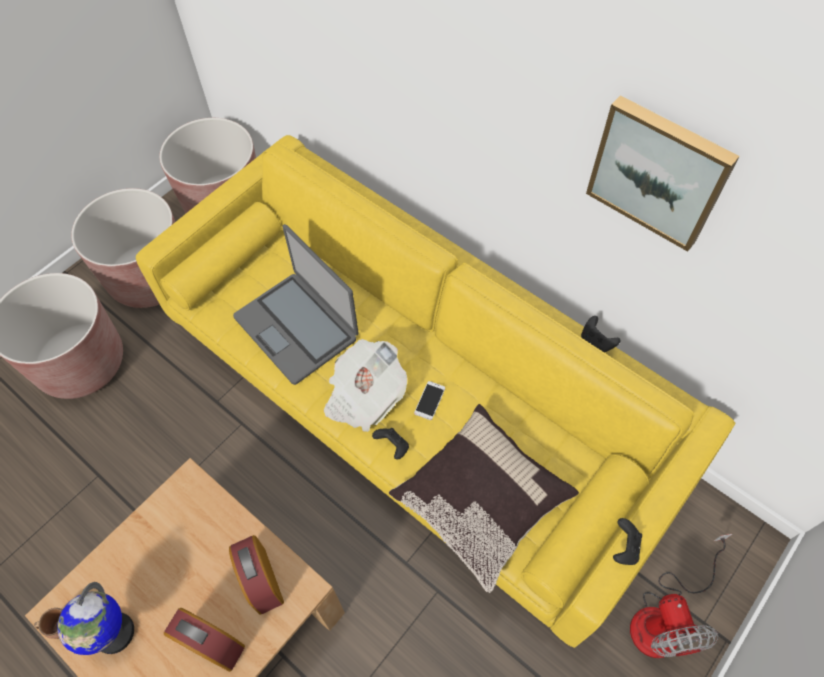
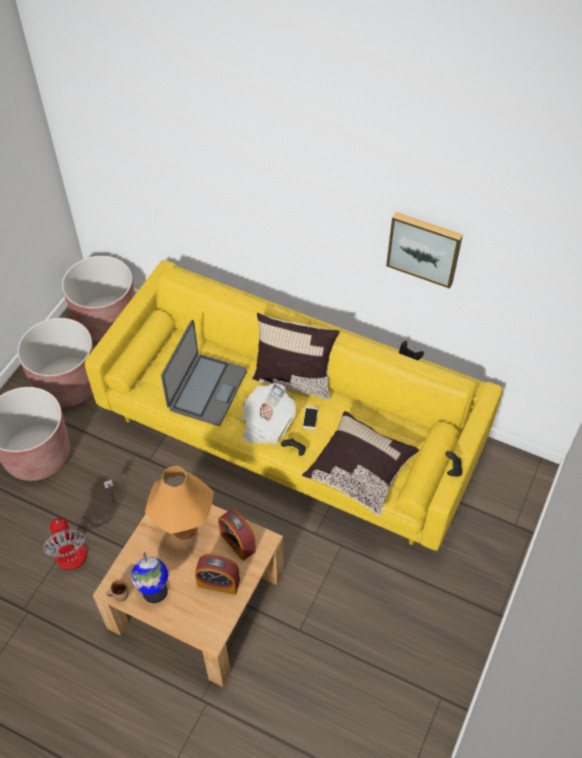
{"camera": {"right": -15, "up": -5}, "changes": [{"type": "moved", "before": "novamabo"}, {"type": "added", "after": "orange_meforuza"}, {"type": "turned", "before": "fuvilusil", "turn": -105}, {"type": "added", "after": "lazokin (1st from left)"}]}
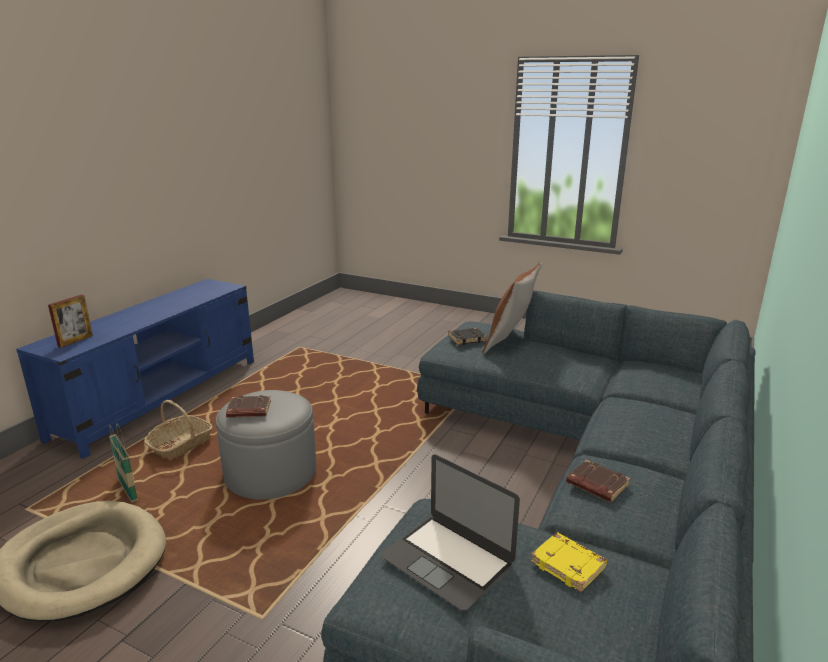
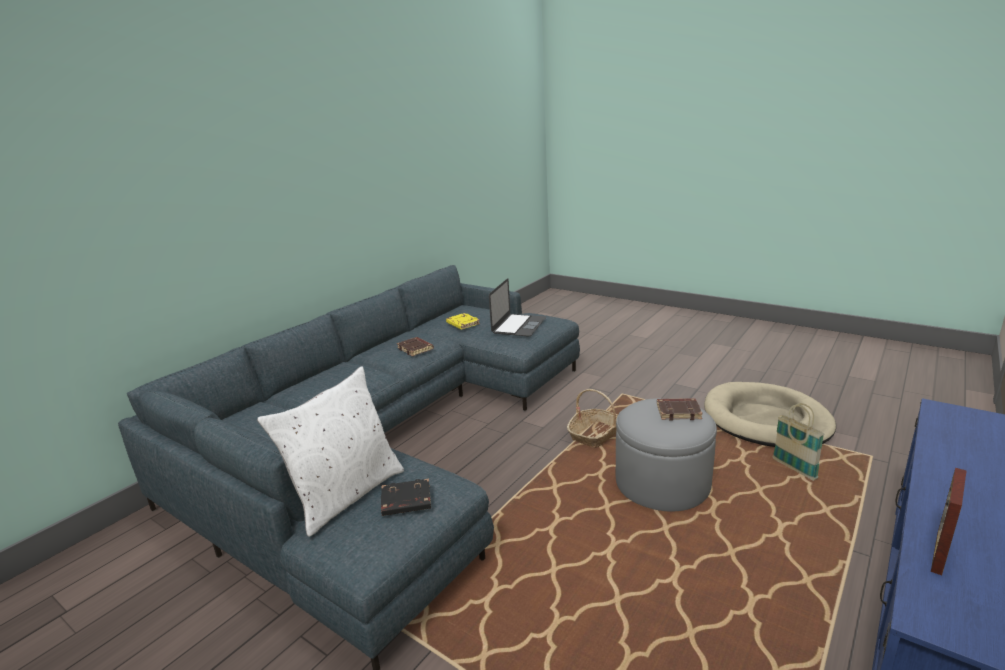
{"camera": {"right": -170, "up": 0}, "changes": [{"type": "recoloured", "before": "brown_lazokin", "after": "white_lazokin"}, {"type": "turned", "before": "fuvilusil", "turn": 60}, {"type": "moved", "before": "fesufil (2nd from left in the first image)", "after": "fesufil (1st from left)"}, {"type": "moved", "before": "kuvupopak"}]}
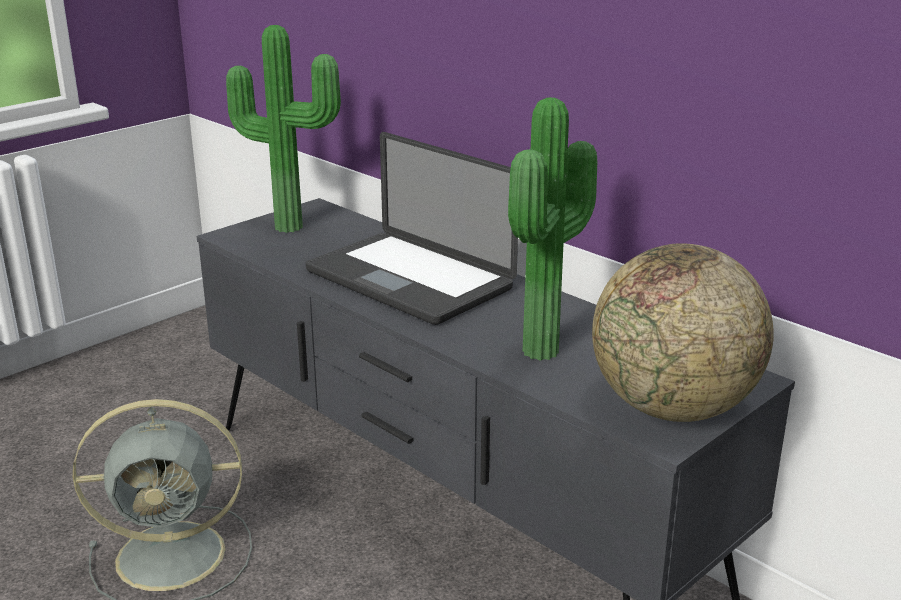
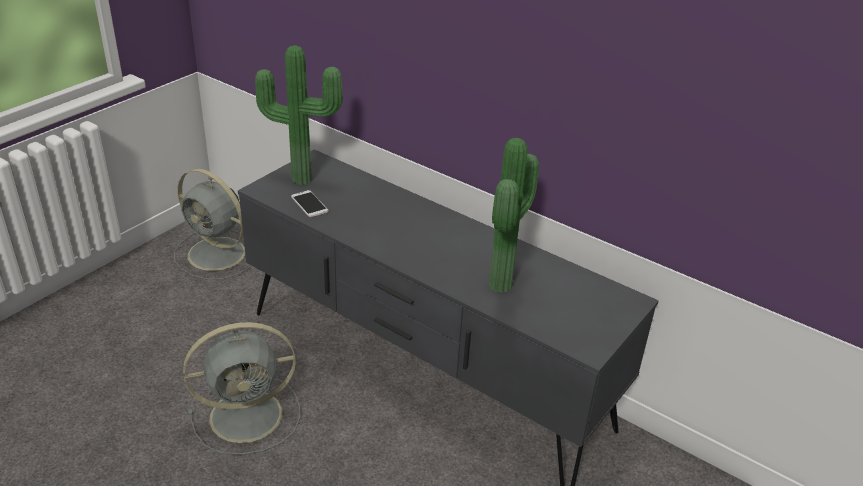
{"camera": {"right": -10, "up": 10}, "changes": [{"type": "added", "after": "grey_novamabo (1st from left)"}, {"type": "added", "after": "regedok"}, {"type": "removed", "before": "fuvilusil"}, {"type": "removed", "before": "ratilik"}]}
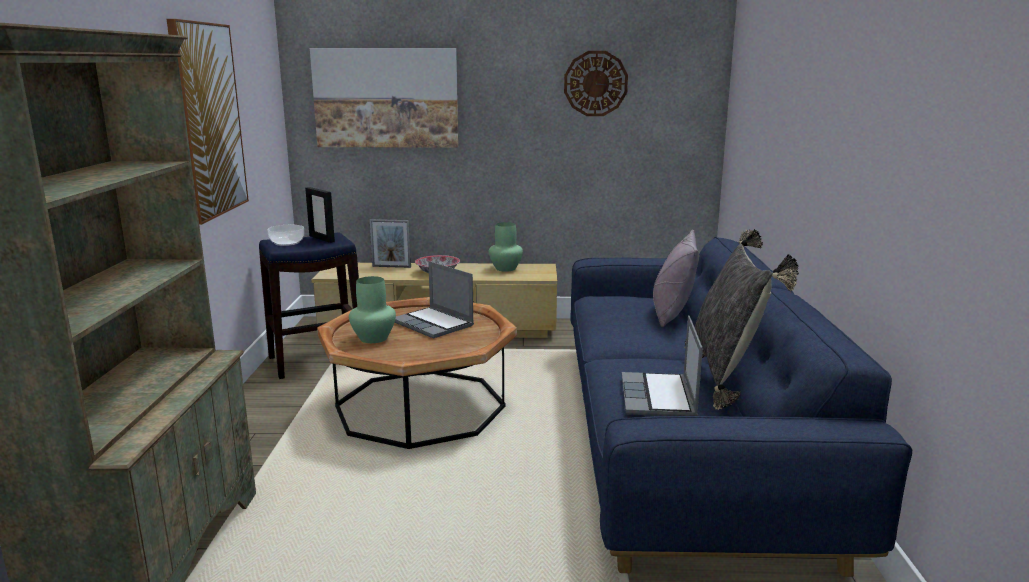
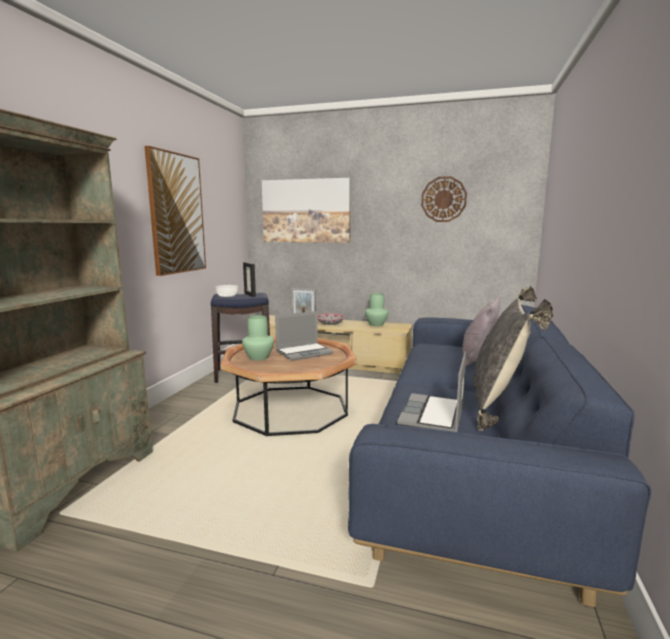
{"camera": {"right": 15, "up": -5}, "changes": [{"type": "turned", "before": "fuvilusil (1st from left)", "turn": -90}]}
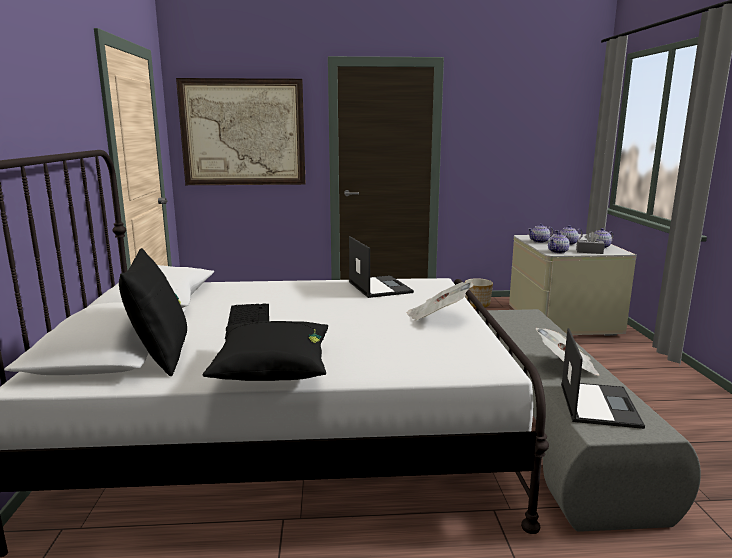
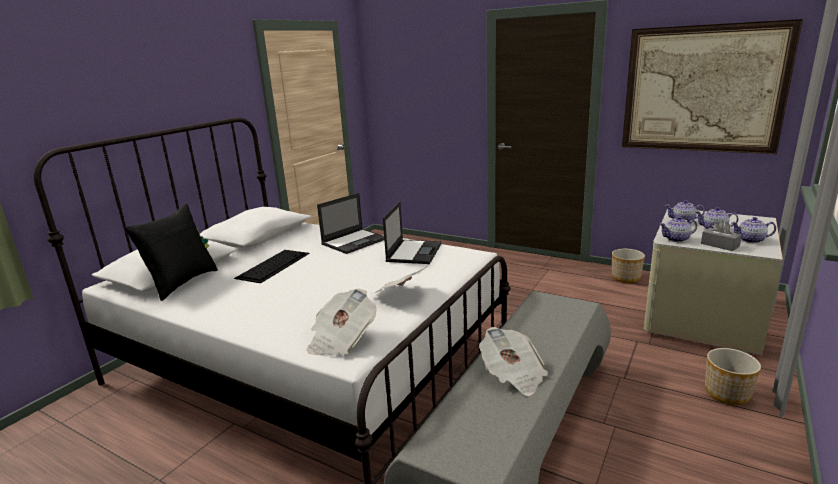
{"camera": {"right": 35, "up": 5}, "changes": [{"type": "added", "after": "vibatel (1st from left)"}, {"type": "moved", "before": "fuvilusil (2nd from left in the first image)", "after": "fuvilusil (1st from left)"}, {"type": "moved", "before": "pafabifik"}, {"type": "added", "after": "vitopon (2nd from left)"}, {"type": "removed", "before": "black_lazokin (2nd from left)"}]}
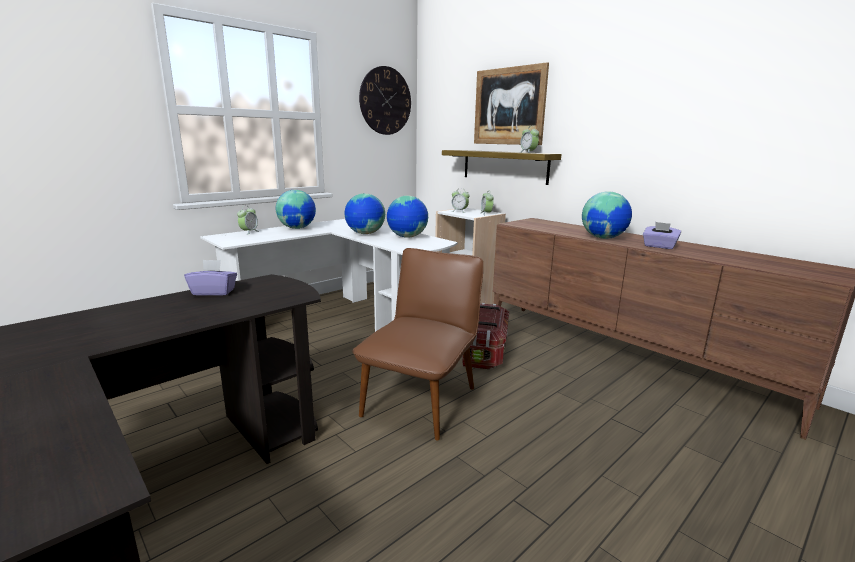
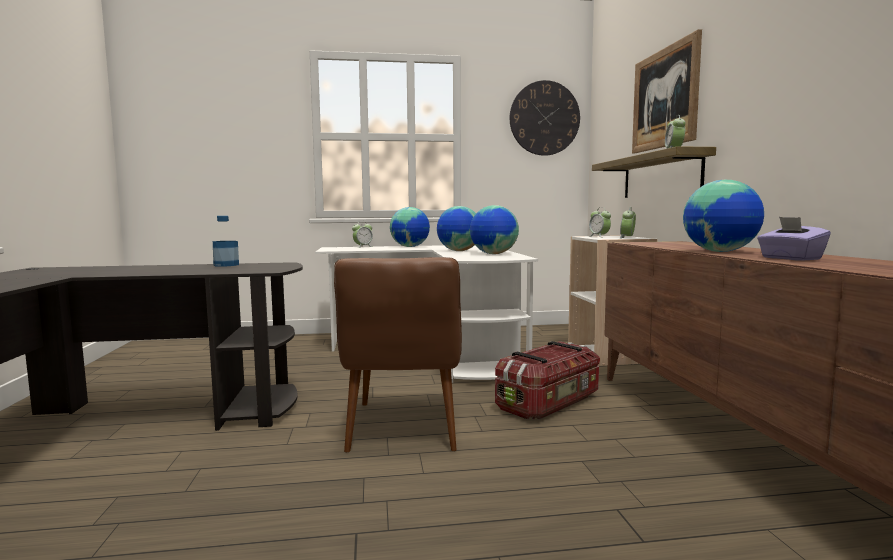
{"camera": {"right": 35, "up": -10}, "changes": [{"type": "replaced", "before": "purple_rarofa (1st from left)", "after": "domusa"}, {"type": "turned", "before": "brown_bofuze", "turn": 120}]}
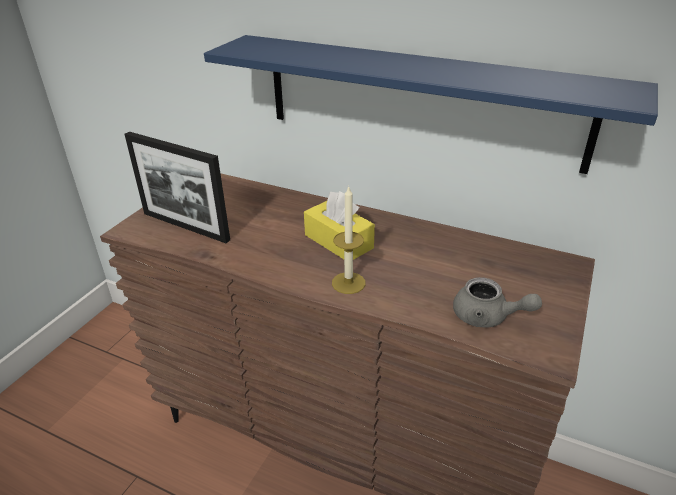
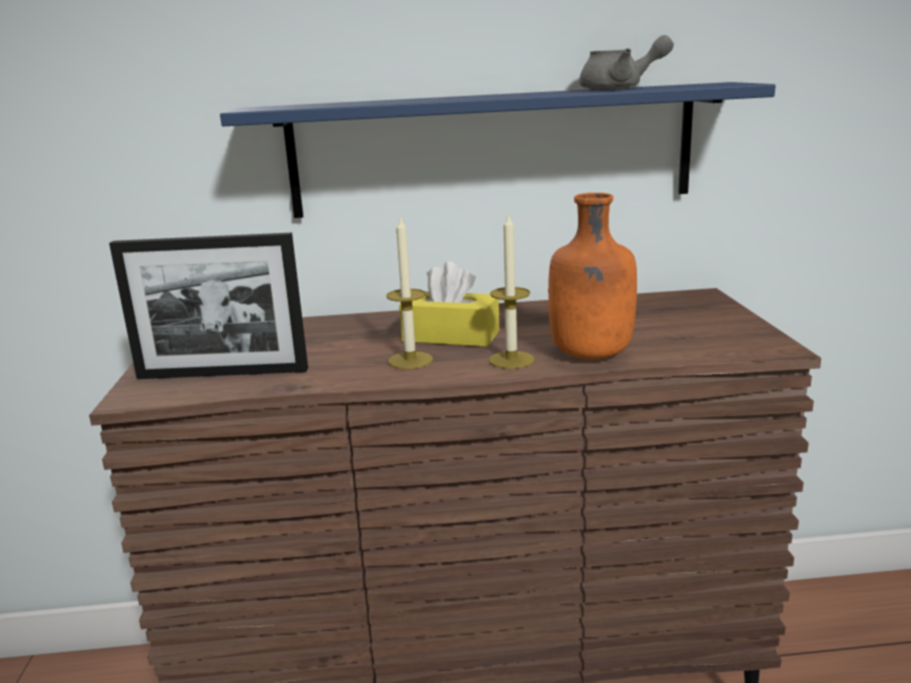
{"camera": {"right": -30, "up": -15}, "changes": [{"type": "added", "after": "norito (1st from left)"}, {"type": "added", "after": "orange_domusa"}, {"type": "moved", "before": "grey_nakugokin"}]}
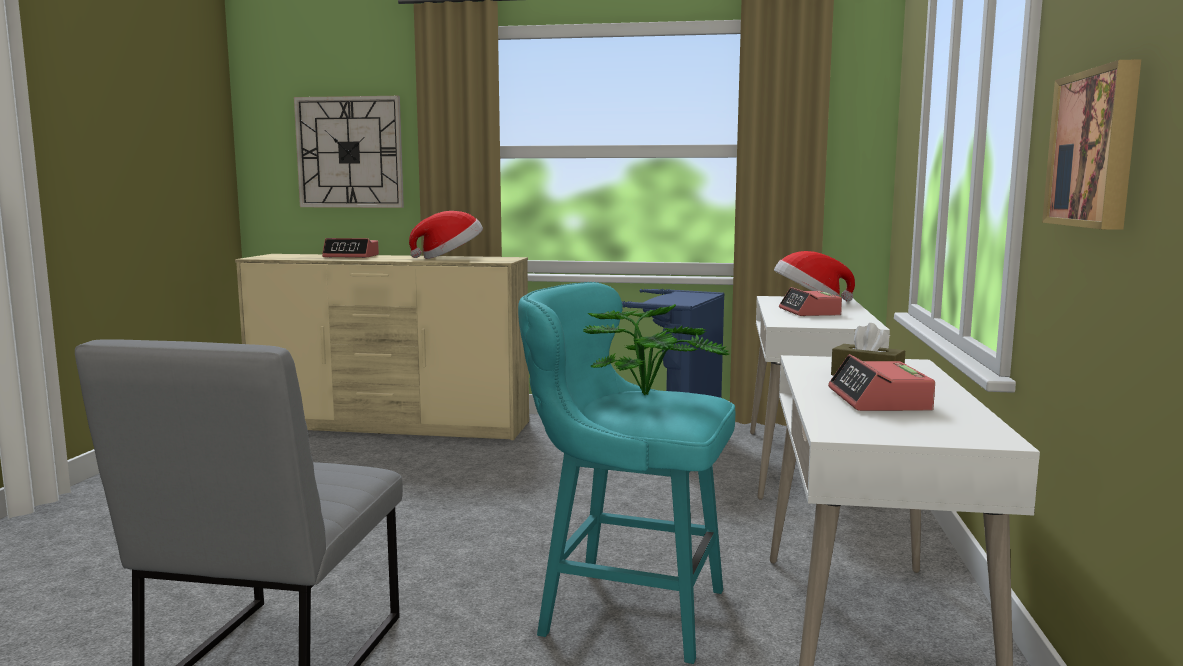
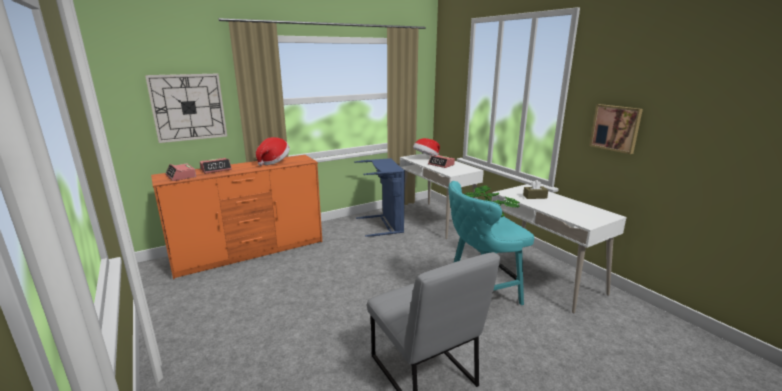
{"camera": {"right": -40, "up": 10}, "changes": [{"type": "recoloured", "before": "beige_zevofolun", "after": "orange_zevofolun"}, {"type": "moved", "before": "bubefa (3rd from left in the first image)", "after": "bubefa (1st from left)"}]}
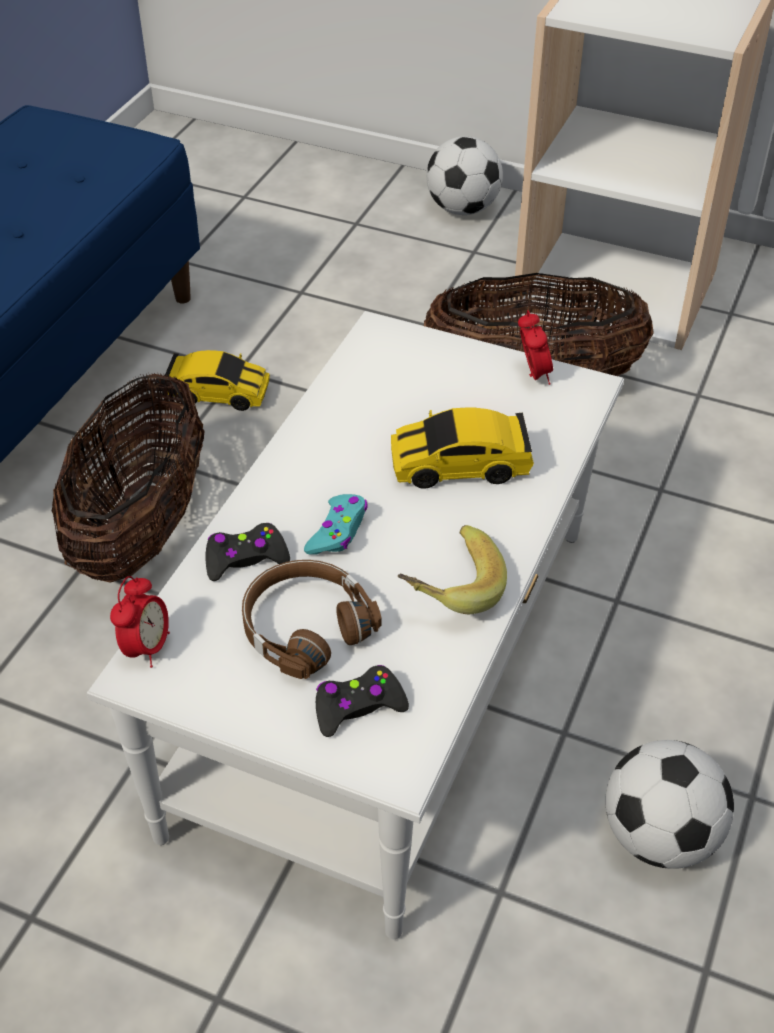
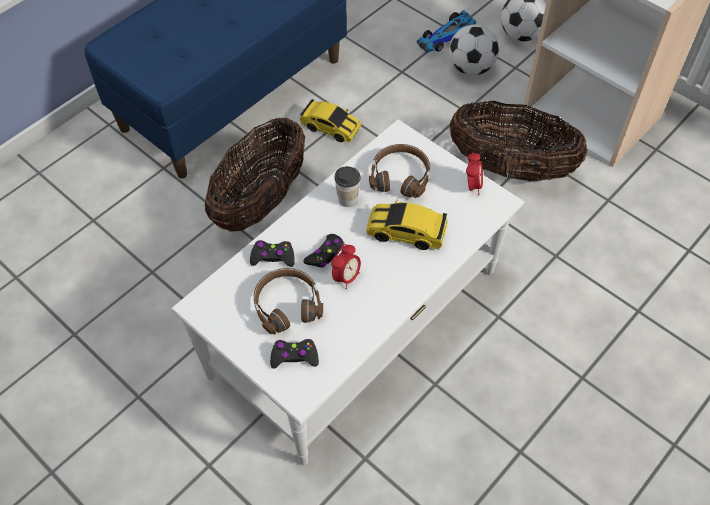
{"camera": {"right": 20, "up": 10}, "changes": [{"type": "recoloured", "before": "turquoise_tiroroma", "after": "black_tiroroma (3rd from left)"}, {"type": "moved", "before": "bubefa (1st from left)"}, {"type": "added", "after": "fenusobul"}, {"type": "added", "after": "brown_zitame (2nd from left)"}, {"type": "added", "after": "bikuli (3rd from left)"}, {"type": "moved", "before": "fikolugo (2nd from left in the first image)", "after": "fikolugo (1st from left)"}, {"type": "removed", "before": "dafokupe"}]}
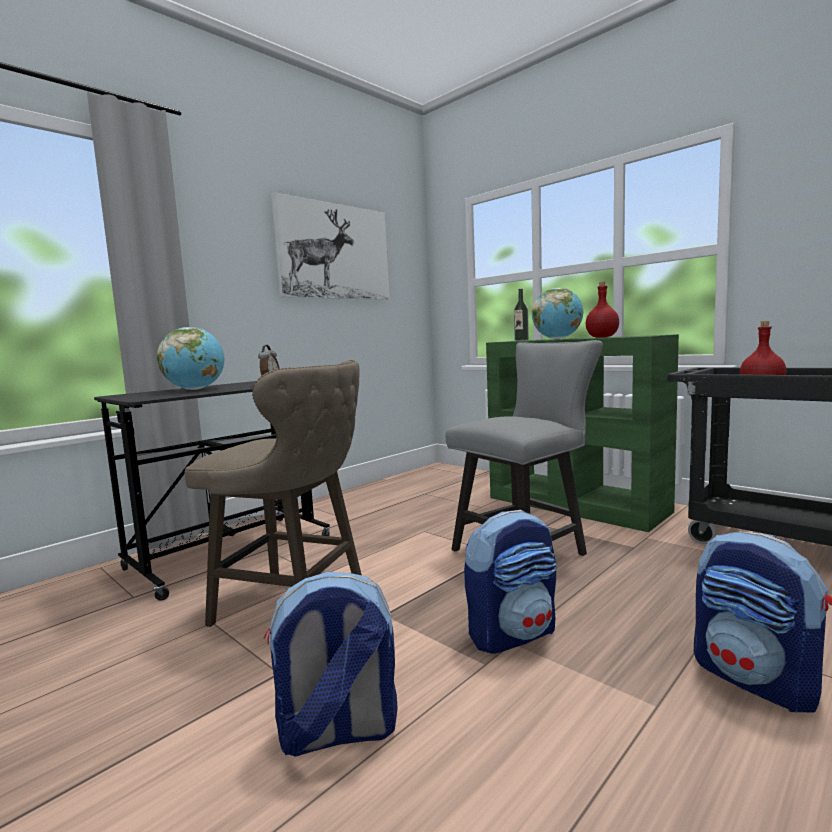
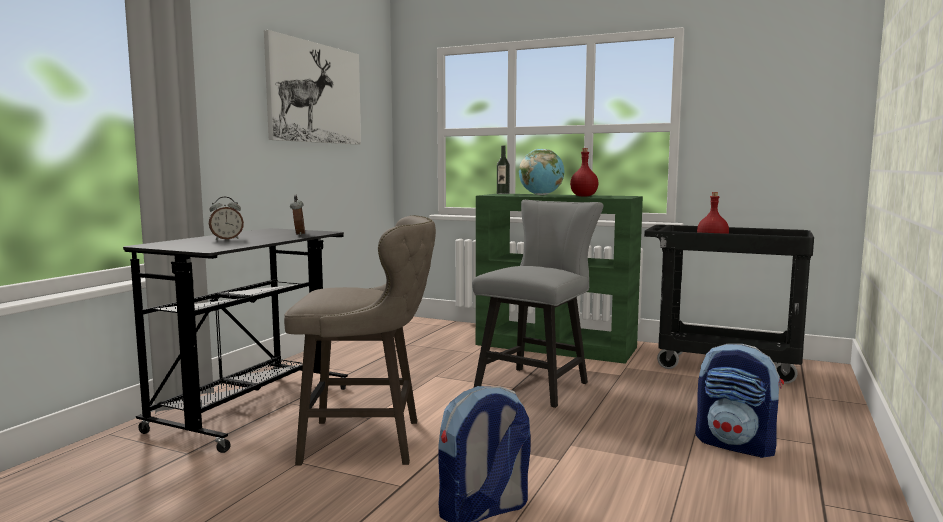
{"camera": {"right": -20, "up": 0}, "changes": [{"type": "replaced", "before": "ratilik (1st from left)", "after": "bubefa (1st from left)"}, {"type": "removed", "before": "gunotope (2nd from left)"}]}
